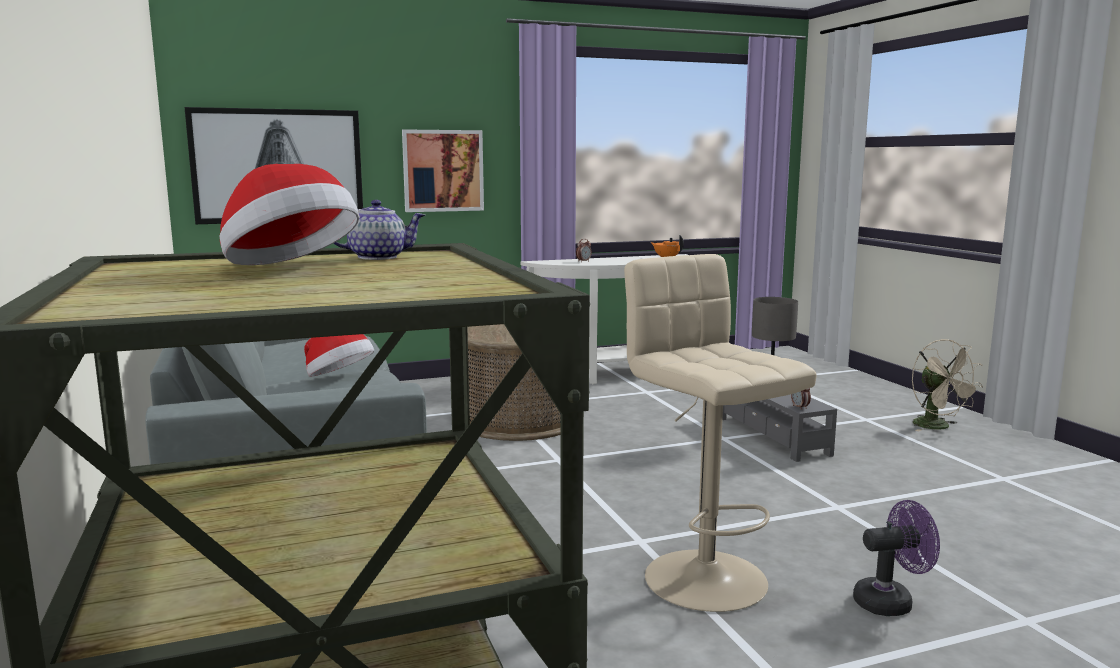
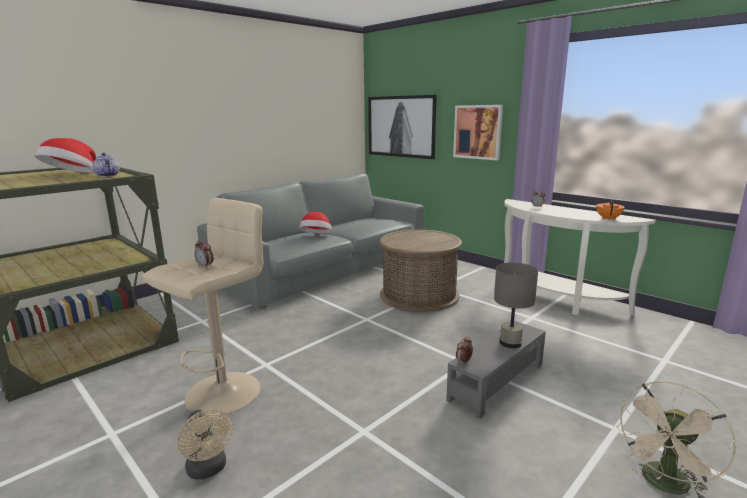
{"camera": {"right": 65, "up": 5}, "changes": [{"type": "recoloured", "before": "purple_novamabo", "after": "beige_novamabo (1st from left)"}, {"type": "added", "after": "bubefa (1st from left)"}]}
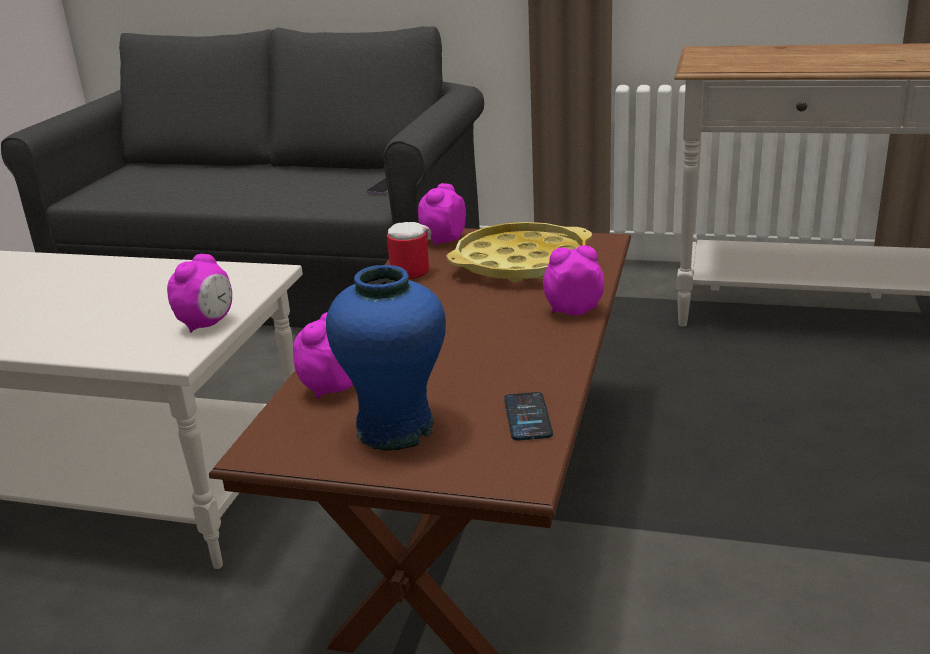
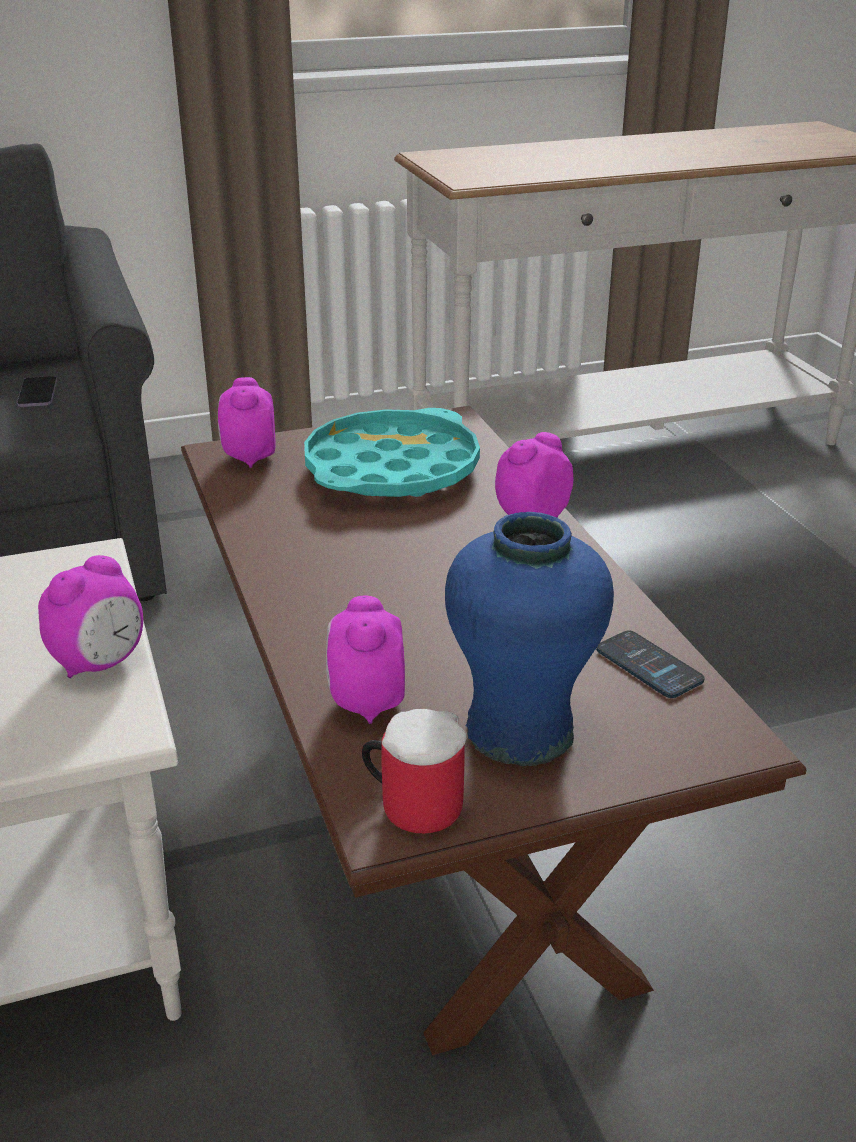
{"camera": {"right": -35, "up": 5}, "changes": [{"type": "turned", "before": "bubefa (1st from left)", "turn": 45}, {"type": "recoloured", "before": "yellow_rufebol", "after": "turquoise_rufebol"}, {"type": "moved", "before": "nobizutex"}]}
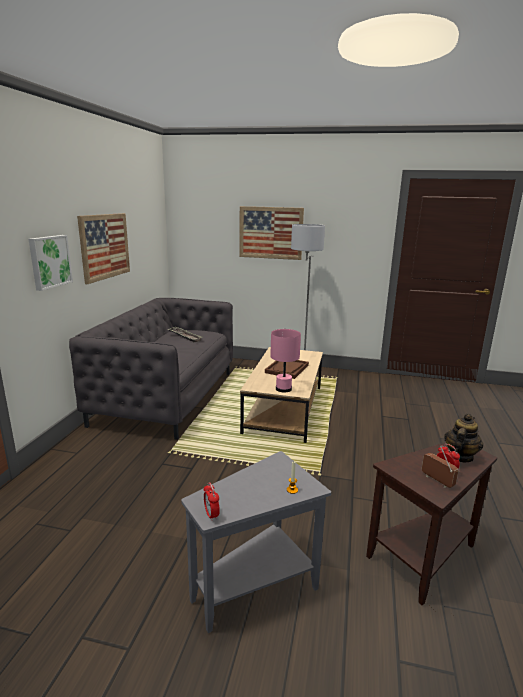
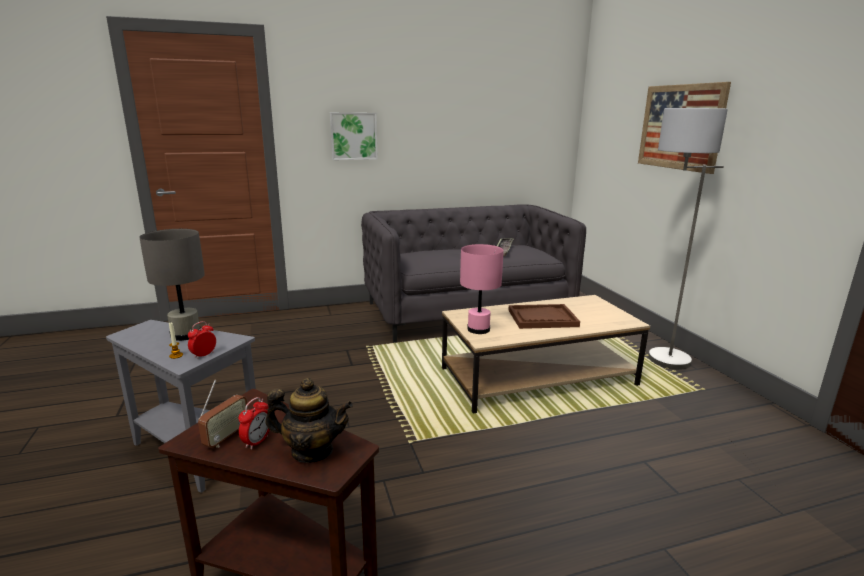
{"camera": {"right": 60, "up": 0}, "changes": [{"type": "added", "after": "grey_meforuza"}, {"type": "moved", "before": "bubefa (1st from left)"}, {"type": "removed", "before": "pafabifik (2nd from left)"}]}
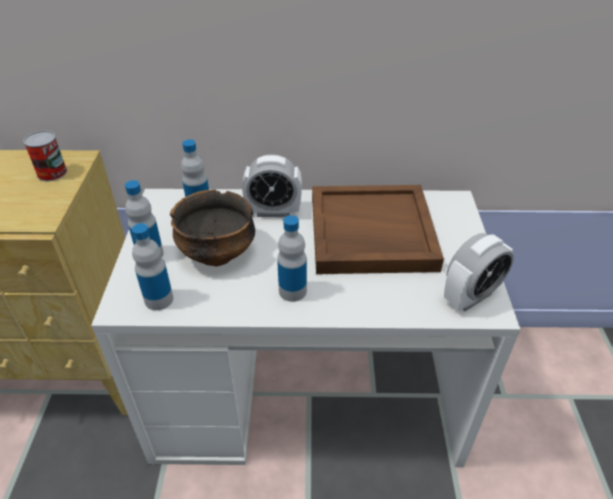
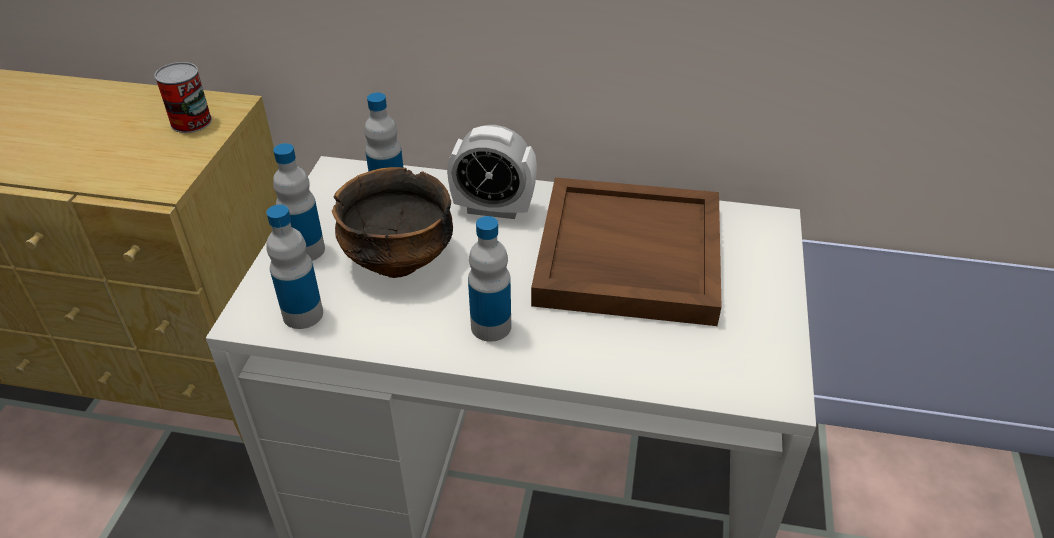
{"camera": {"right": 10, "up": 0}, "changes": [{"type": "removed", "before": "bubefa (2nd from left)"}]}
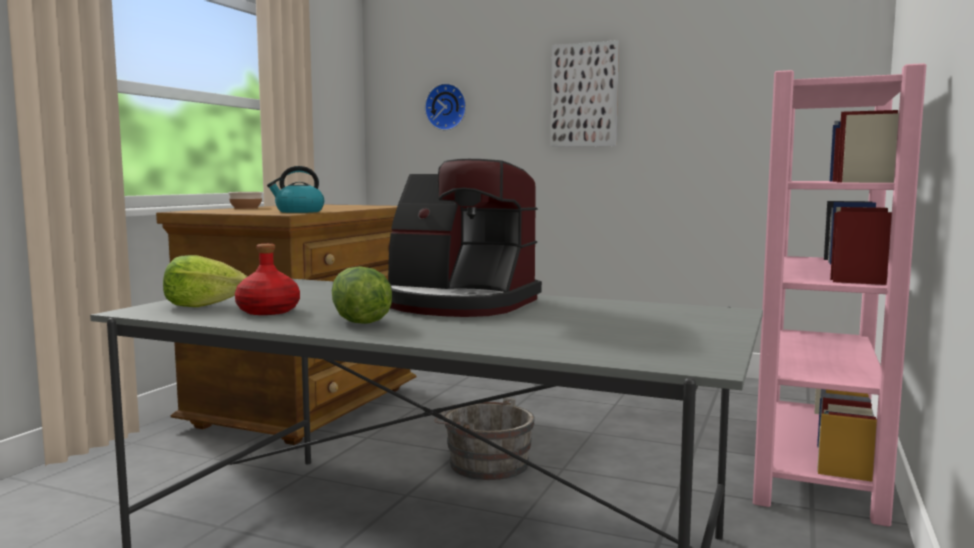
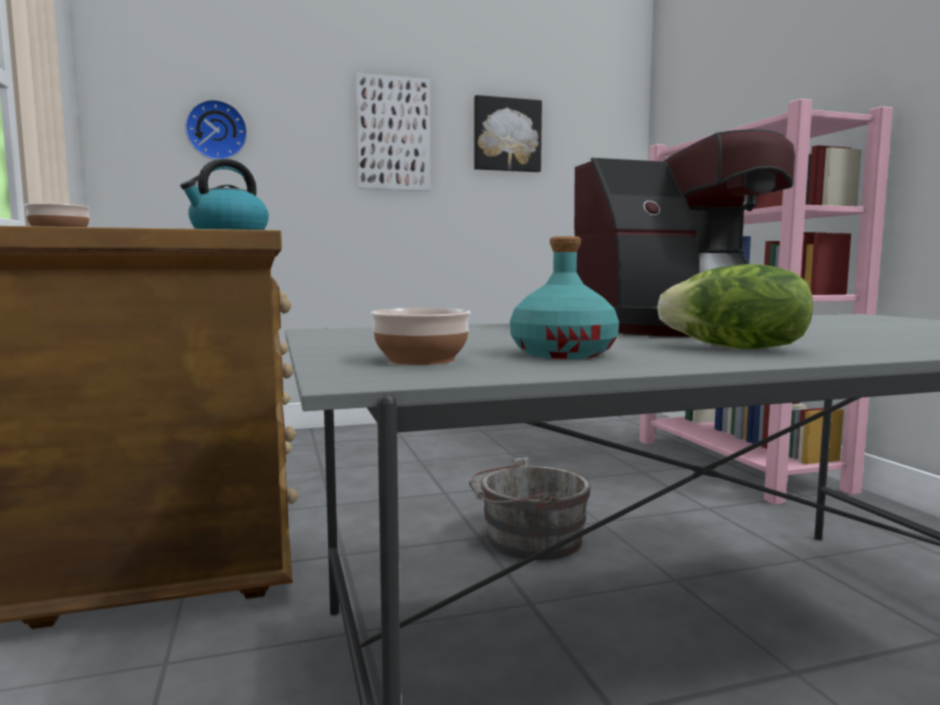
{"camera": {"right": -40, "up": 0}, "changes": [{"type": "replaced", "before": "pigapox (1st from left)", "after": "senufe (2nd from left)"}, {"type": "added", "after": "pafabifik (2nd from left)"}, {"type": "recoloured", "before": "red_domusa", "after": "turquoise_domusa"}]}
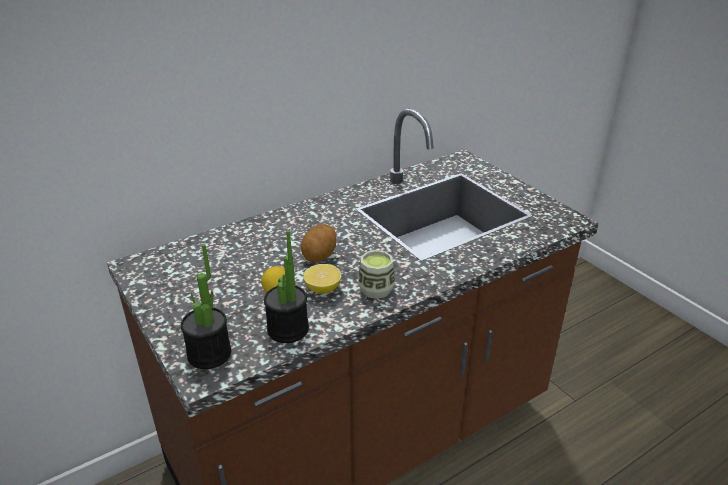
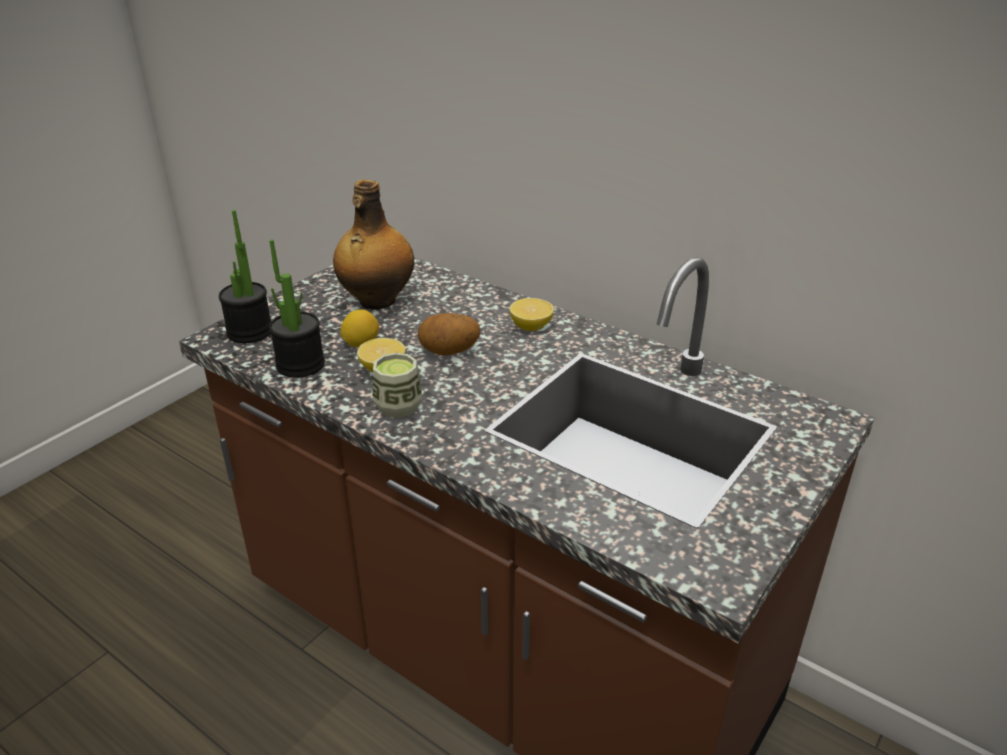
{"camera": {"right": 70, "up": 0}, "changes": [{"type": "added", "after": "domusa"}, {"type": "added", "after": "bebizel (3rd from left)"}]}
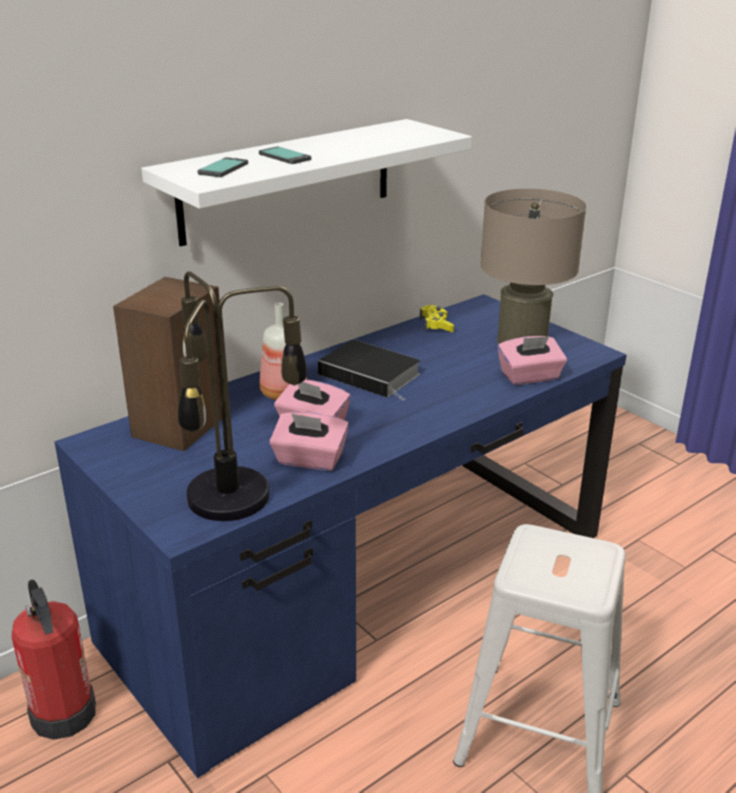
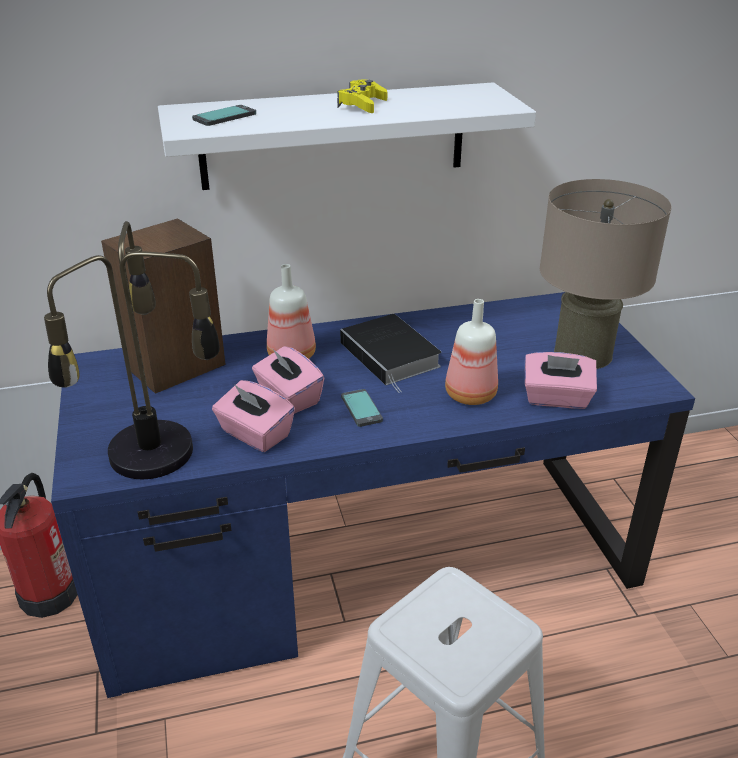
{"camera": {"right": 25, "up": 5}, "changes": [{"type": "moved", "before": "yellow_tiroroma"}, {"type": "moved", "before": "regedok (2nd from left)"}, {"type": "added", "after": "domusa (2nd from left)"}]}
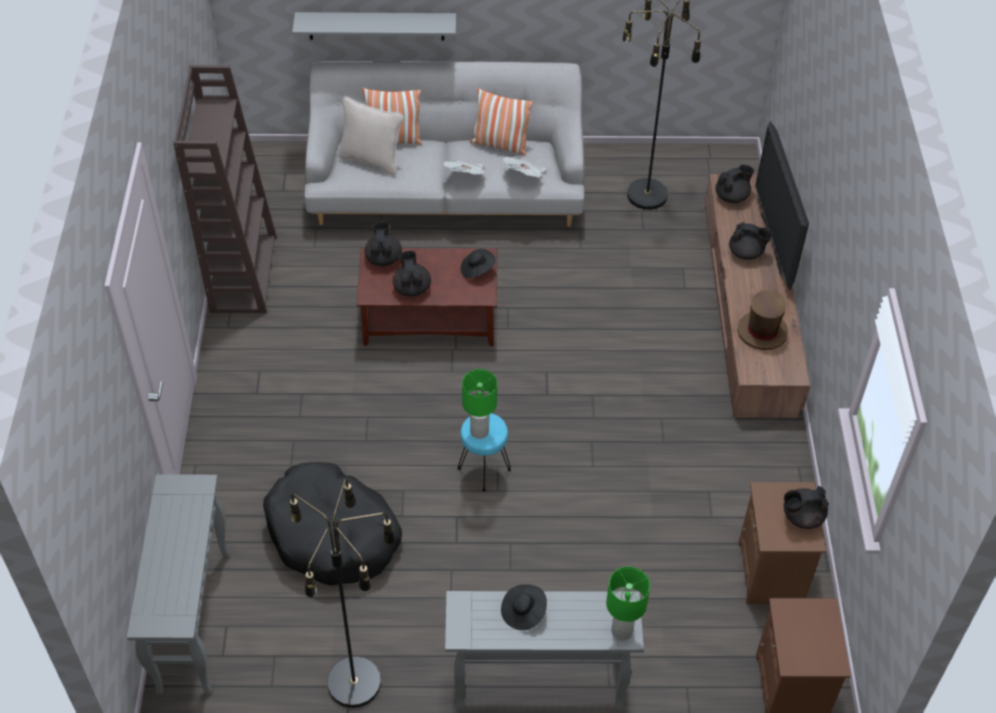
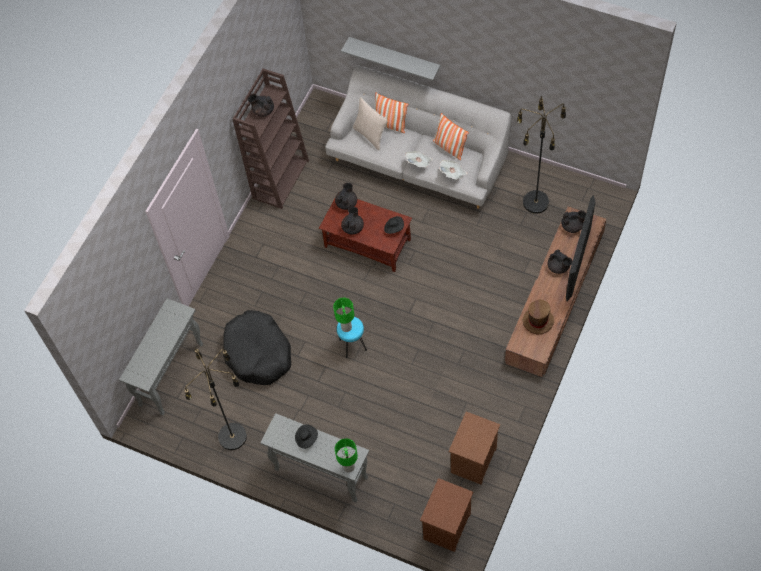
{"camera": {"right": 30, "up": 10}, "changes": [{"type": "moved", "before": "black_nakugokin (5th from left in the first image)", "after": "black_nakugokin (1st from left)"}]}
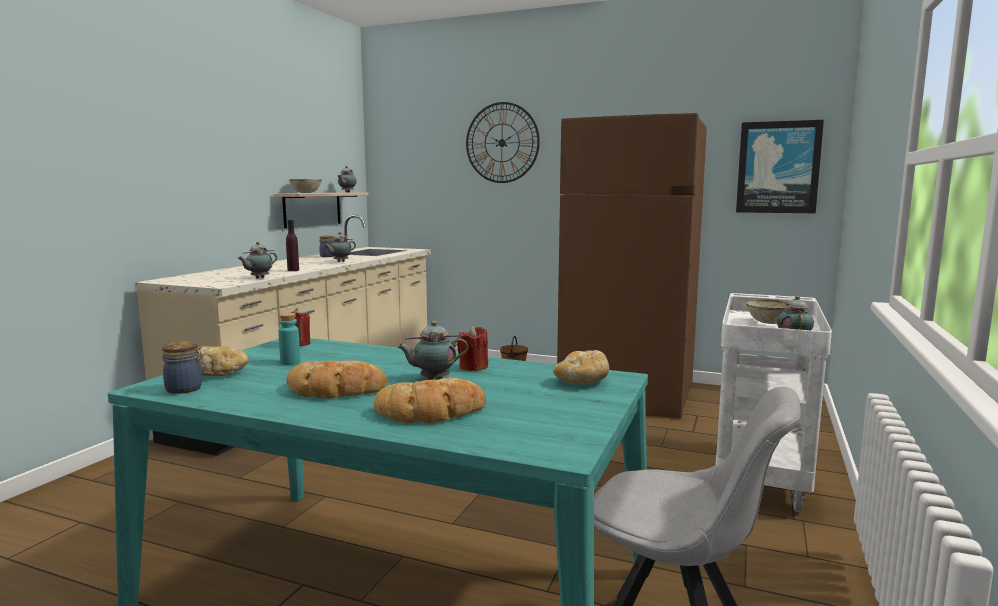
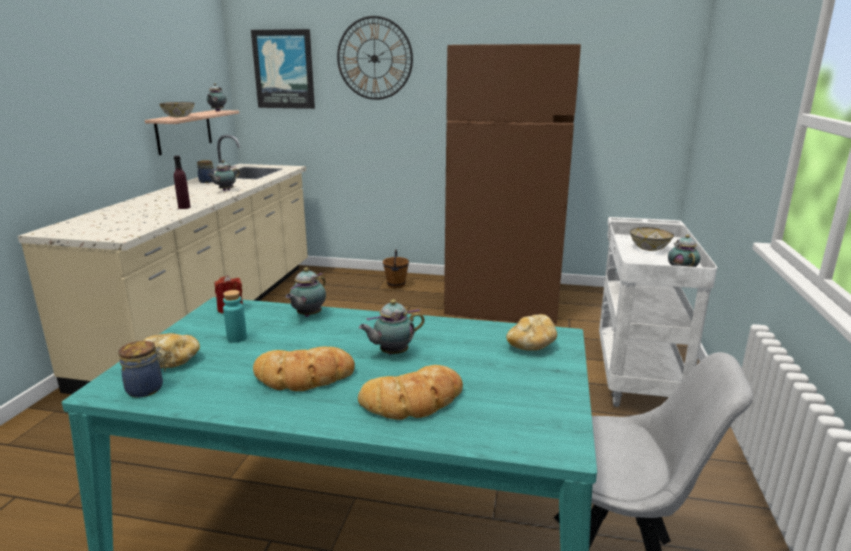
{"camera": {"right": -10, "up": 10}, "changes": [{"type": "moved", "before": "pafabifik"}, {"type": "moved", "before": "nakugokin (1st from left in the first image)", "after": "nakugokin (3rd from left)"}, {"type": "removed", "before": "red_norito (2nd from left)"}]}
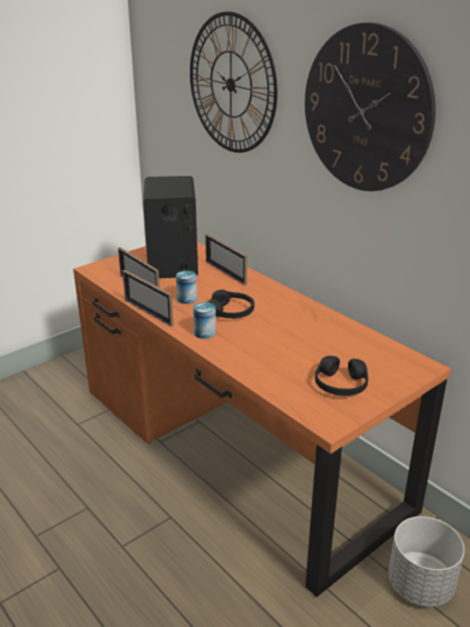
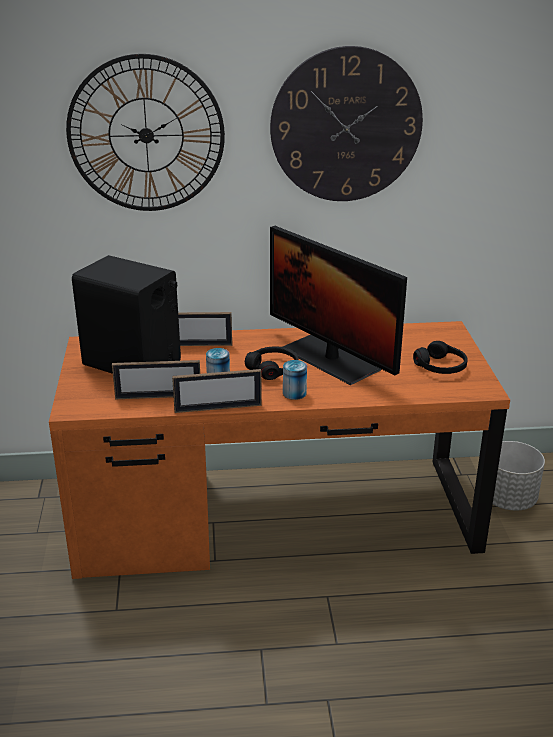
{"camera": {"right": -55, "up": 0}, "changes": [{"type": "added", "after": "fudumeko"}]}
